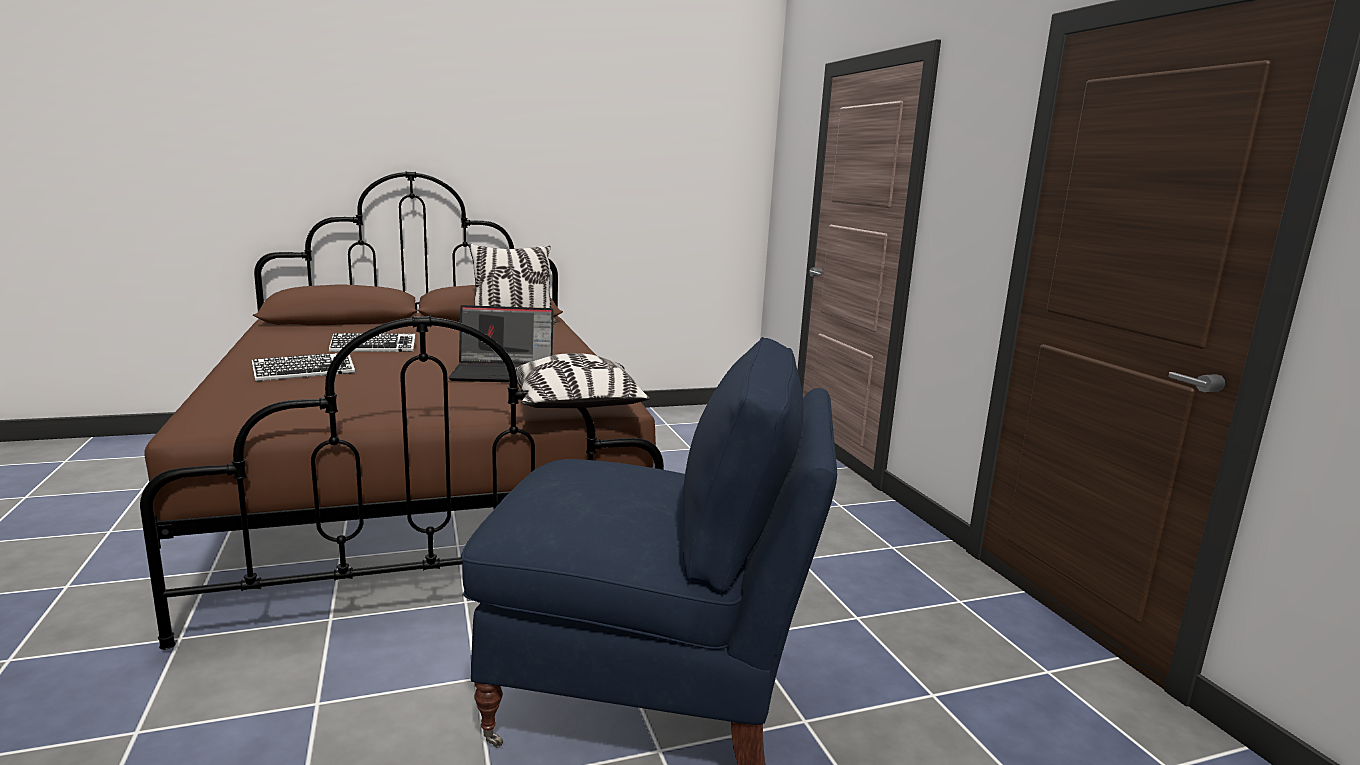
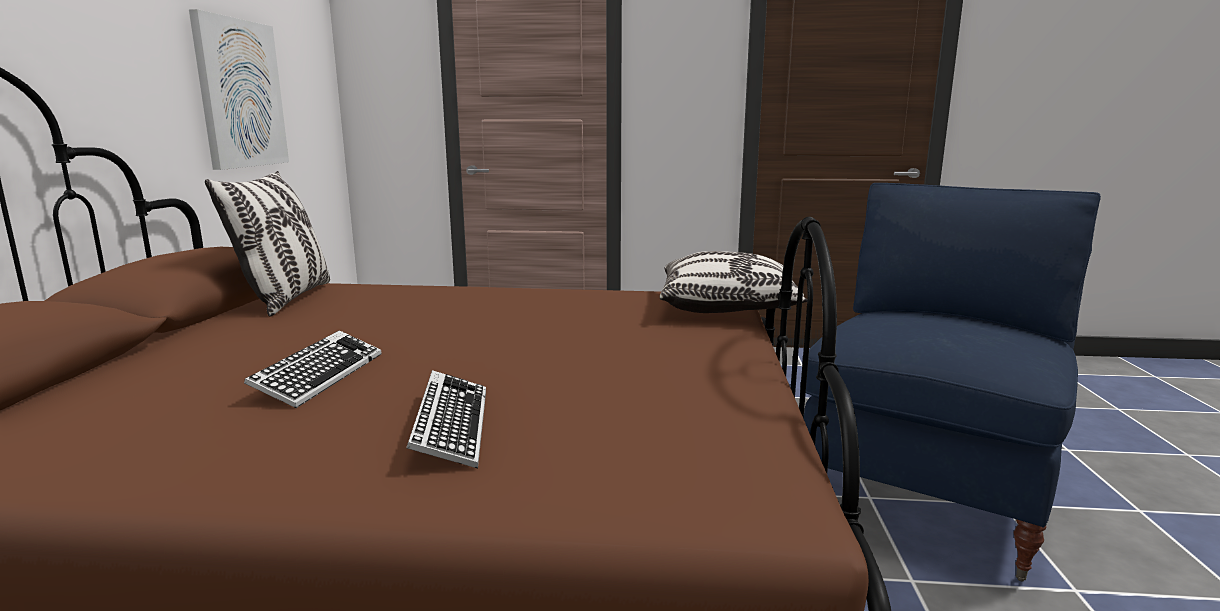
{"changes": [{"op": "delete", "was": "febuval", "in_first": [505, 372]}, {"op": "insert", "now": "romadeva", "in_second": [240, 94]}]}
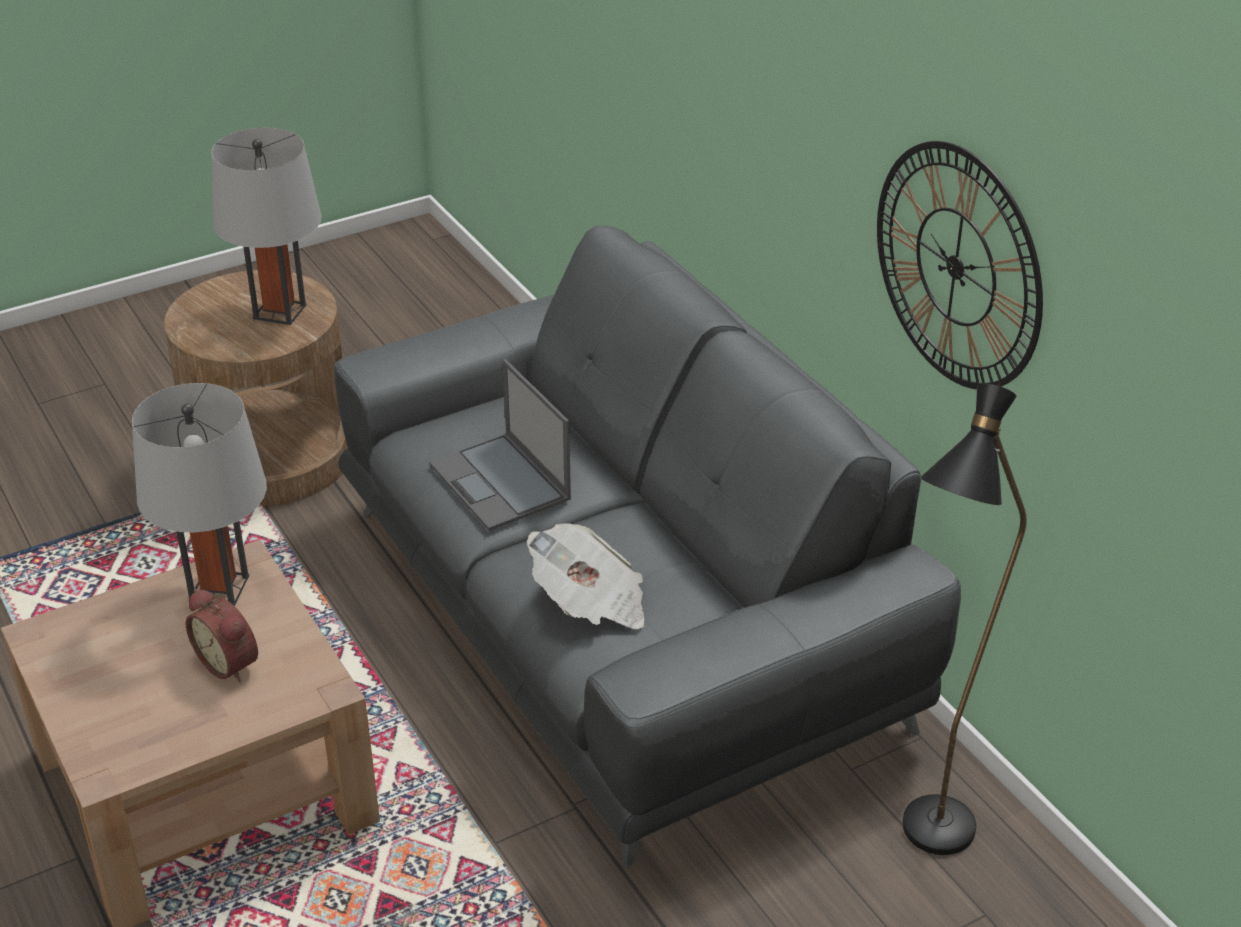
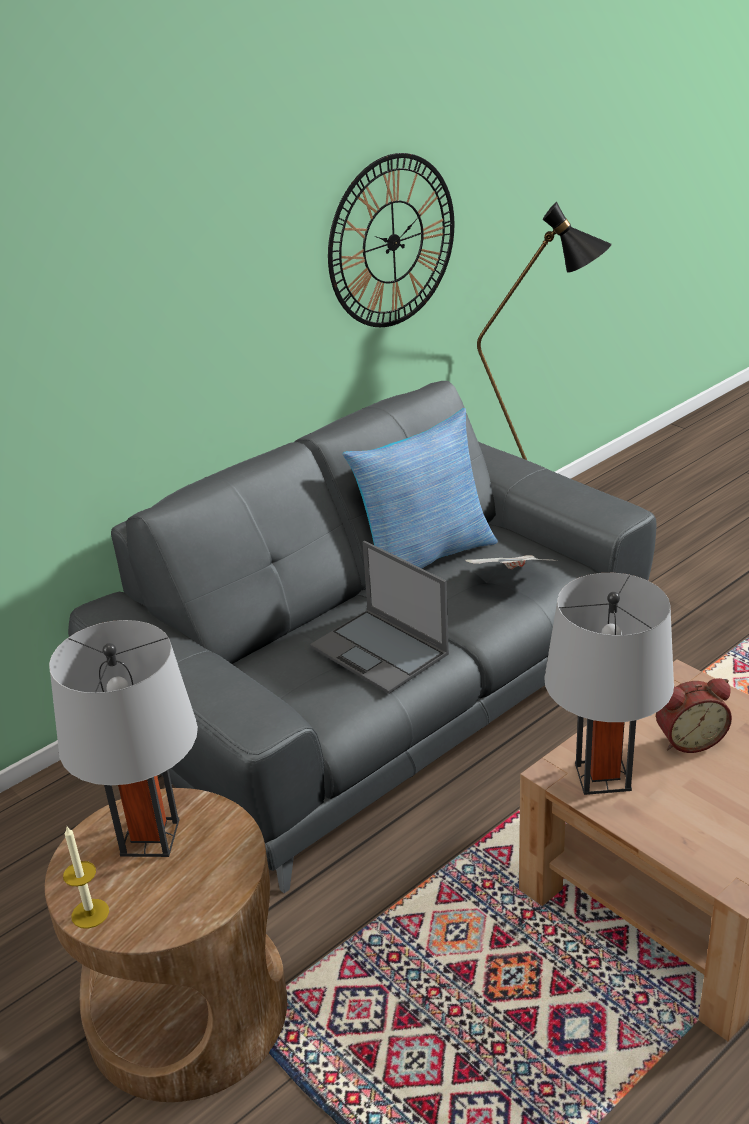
{"changes": [{"op": "rotate", "was": "febuval", "in_first": [501, 483], "in_second": [380, 651], "clockwise": 90}, {"op": "rotate", "was": "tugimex", "in_first": [230, 663], "in_second": [688, 739], "clockwise": 45}, {"op": "insert", "now": "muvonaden", "in_second": [424, 558]}, {"op": "insert", "now": "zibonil", "in_second": [90, 913]}]}
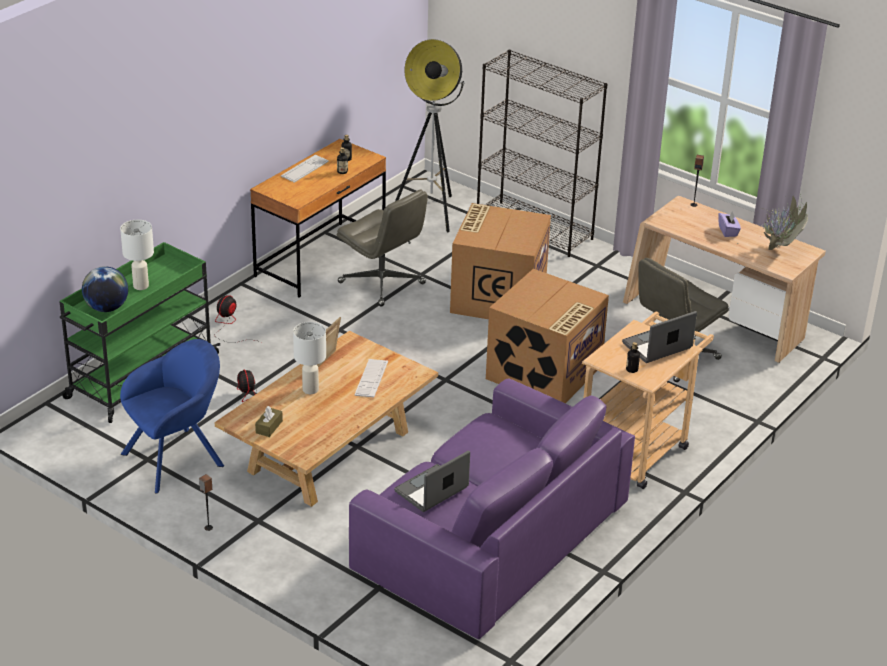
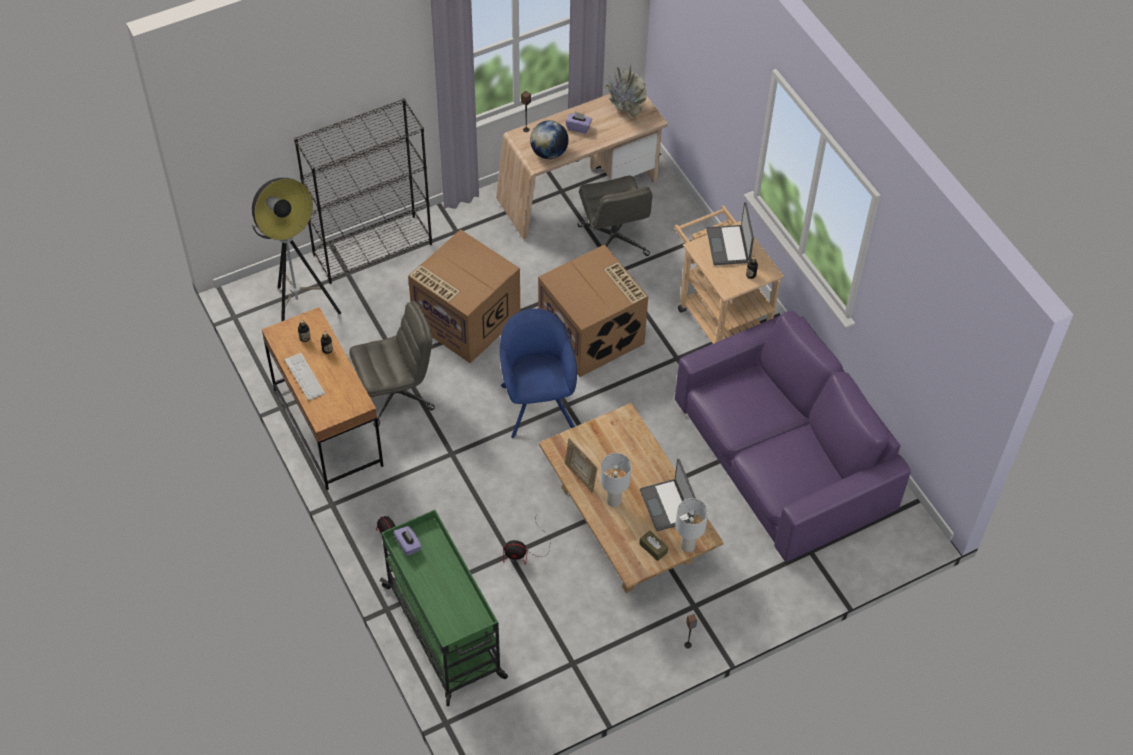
{"changes": [{"op": "move", "was": "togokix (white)", "in_first": [141, 286], "in_second": [688, 545]}, {"op": "move", "was": "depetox", "in_first": [106, 308], "in_second": [549, 153]}, {"op": "move", "was": "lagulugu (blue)", "in_first": [177, 458], "in_second": [537, 402]}, {"op": "delete", "was": "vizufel", "in_first": [371, 378]}, {"op": "move", "was": "febuval", "in_first": [432, 490], "in_second": [667, 505]}, {"op": "insert", "now": "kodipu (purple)", "in_second": [408, 545]}]}
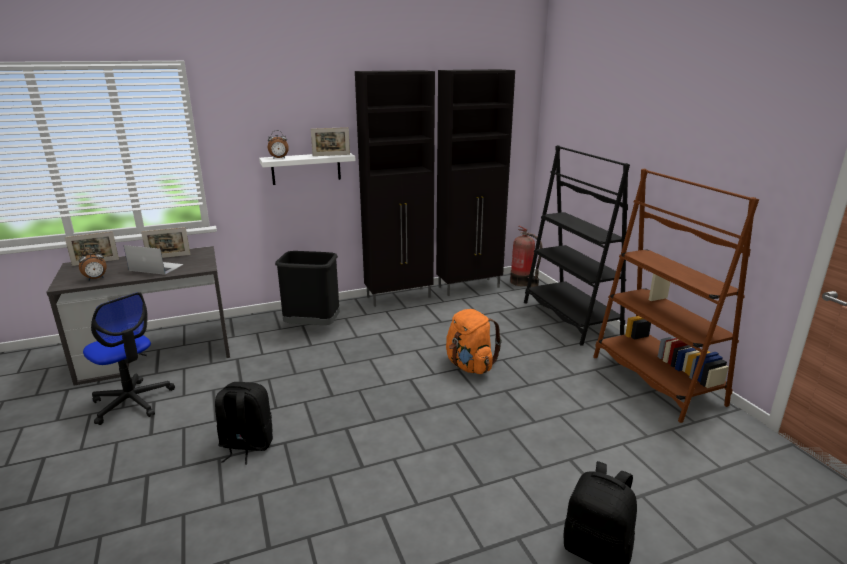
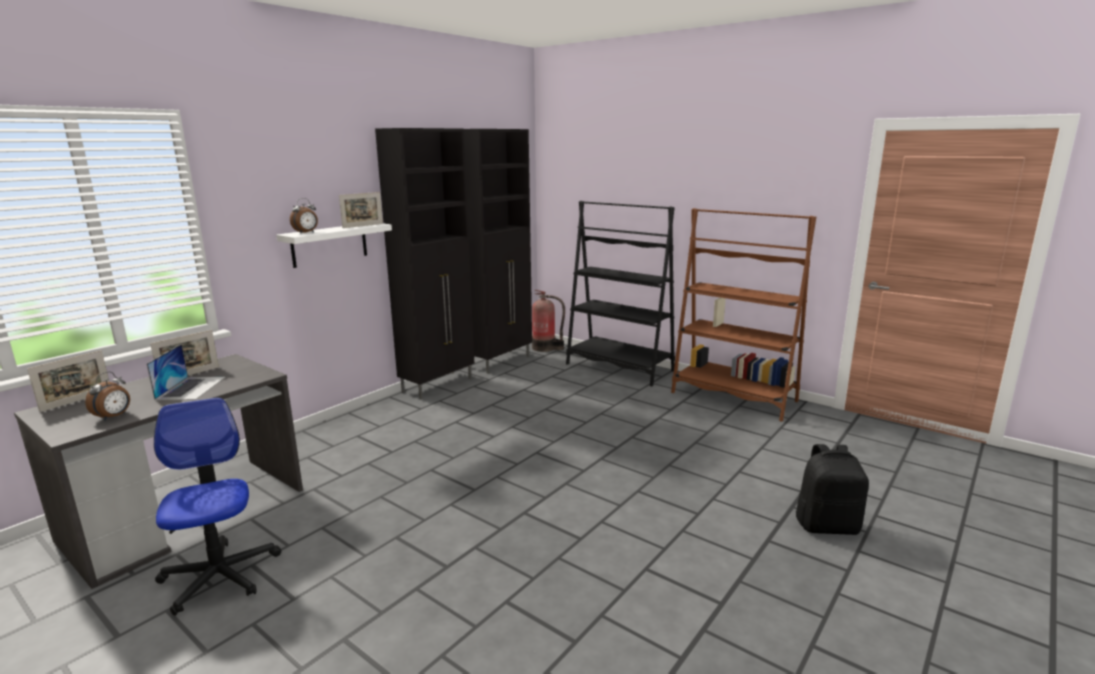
{"changes": [{"op": "rotate", "was": "febuval", "in_first": [156, 267], "in_second": [191, 388], "clockwise": 105}, {"op": "delete", "was": "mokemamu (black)", "in_first": [313, 326]}, {"op": "rotate", "was": "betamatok", "in_first": [132, 402], "in_second": [220, 575], "clockwise": -120}, {"op": "delete", "was": "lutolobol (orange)", "in_first": [469, 366]}, {"op": "delete", "was": "lutolobol (black)", "in_first": [246, 445]}]}
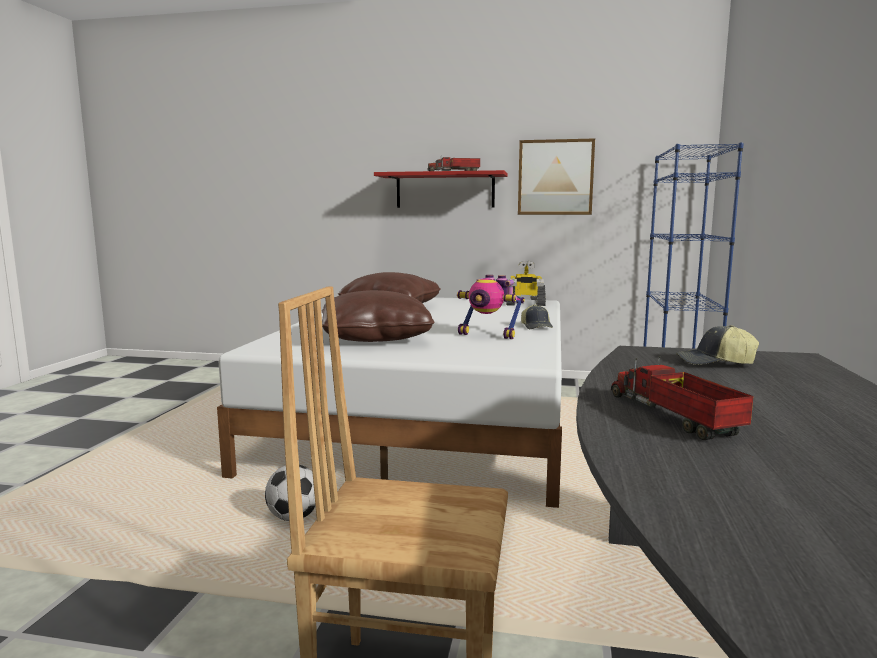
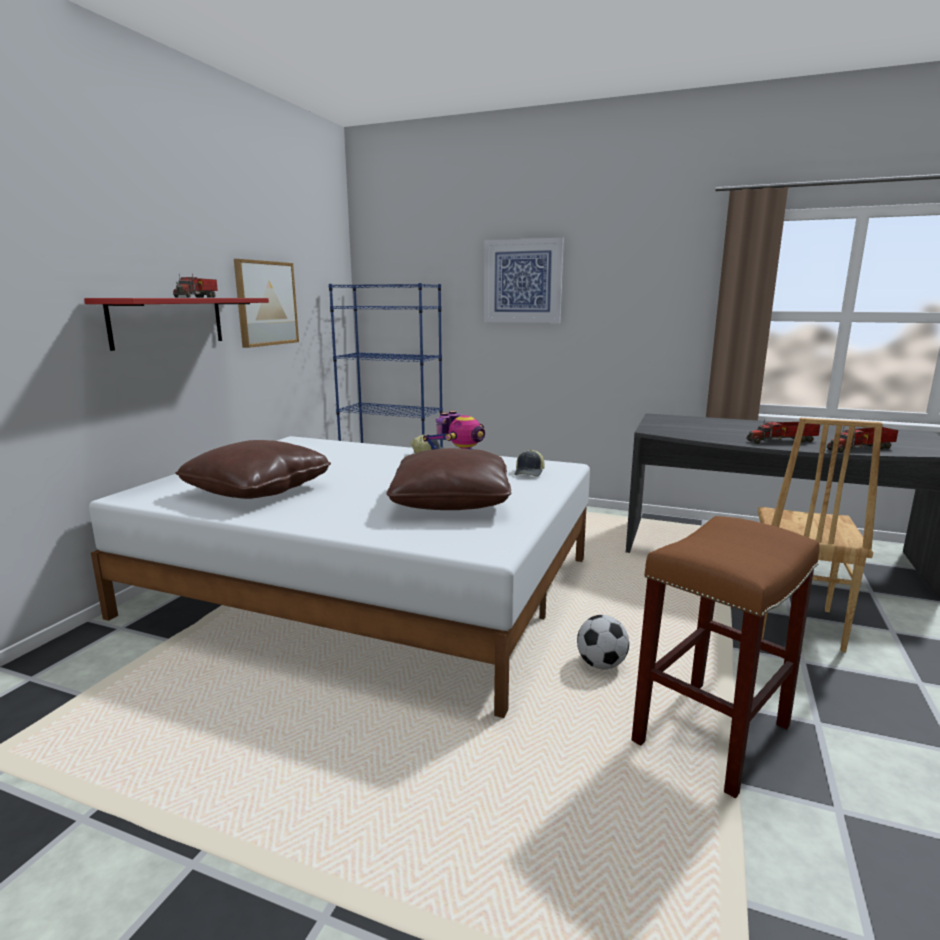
{"changes": [{"op": "delete", "was": "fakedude", "in_first": [525, 304]}, {"op": "move", "was": "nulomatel", "in_first": [715, 363], "in_second": [529, 473]}, {"op": "insert", "now": "romadeva", "in_second": [522, 281]}, {"op": "insert", "now": "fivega", "in_second": [861, 448]}, {"op": "insert", "now": "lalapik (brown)", "in_second": [712, 735]}]}
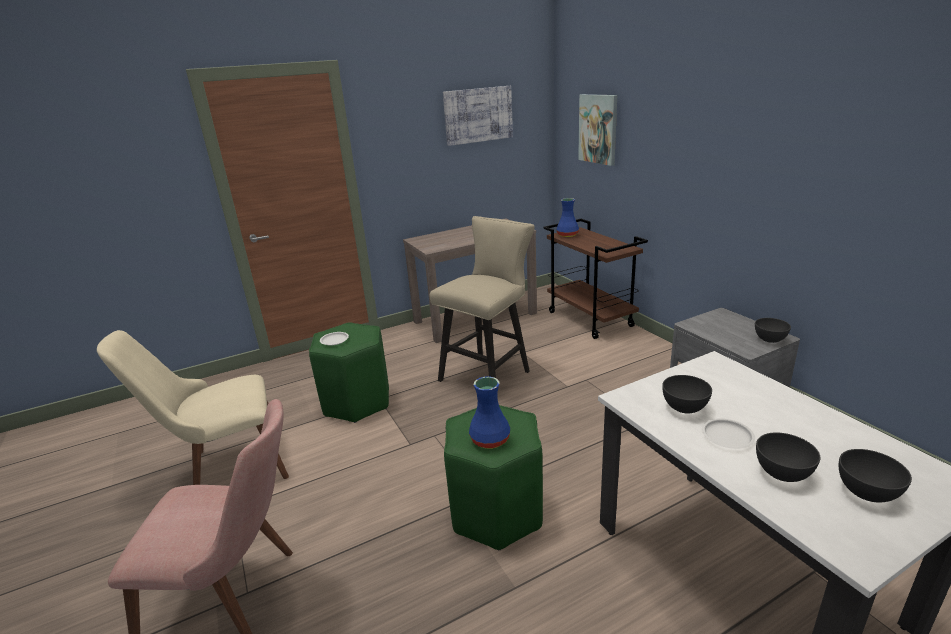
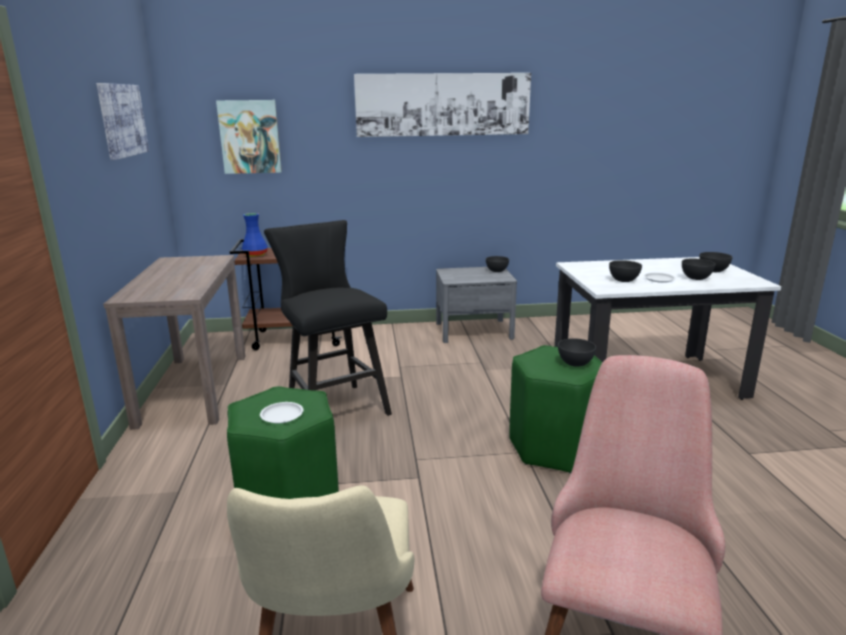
{"changes": [{"op": "recolor", "was": "lalapik (beige)", "now": "lalapik (black)", "in_first": [489, 374], "in_second": [333, 406]}, {"op": "replace", "was": "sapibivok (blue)", "now": "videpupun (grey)", "in_first": [491, 440], "in_second": [575, 363]}, {"op": "insert", "now": "romadeva", "in_second": [443, 104]}]}
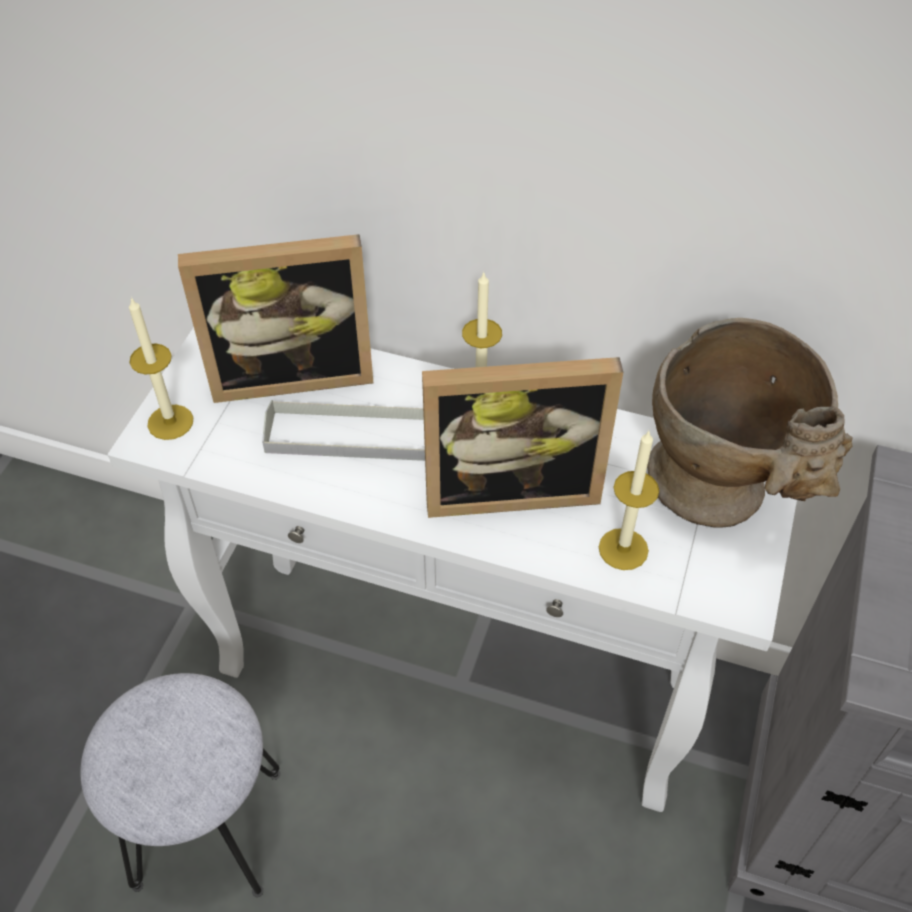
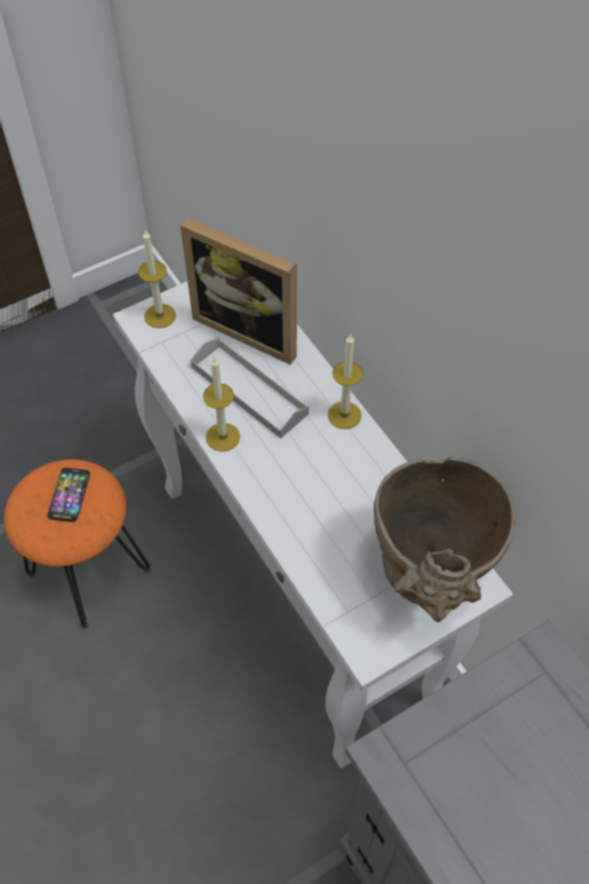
{"changes": [{"op": "delete", "was": "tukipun", "in_first": [510, 487]}, {"op": "move", "was": "zibonil", "in_first": [623, 549], "in_second": [223, 437]}, {"op": "recolor", "was": "lalapik (grey)", "now": "lalapik (orange)", "in_first": [210, 828], "in_second": [89, 572]}, {"op": "insert", "now": "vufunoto", "in_second": [69, 495]}]}
